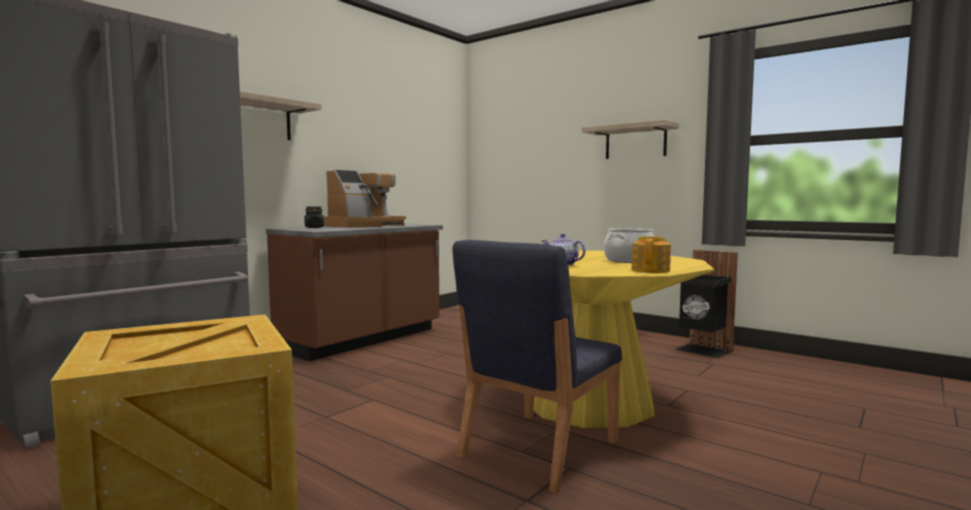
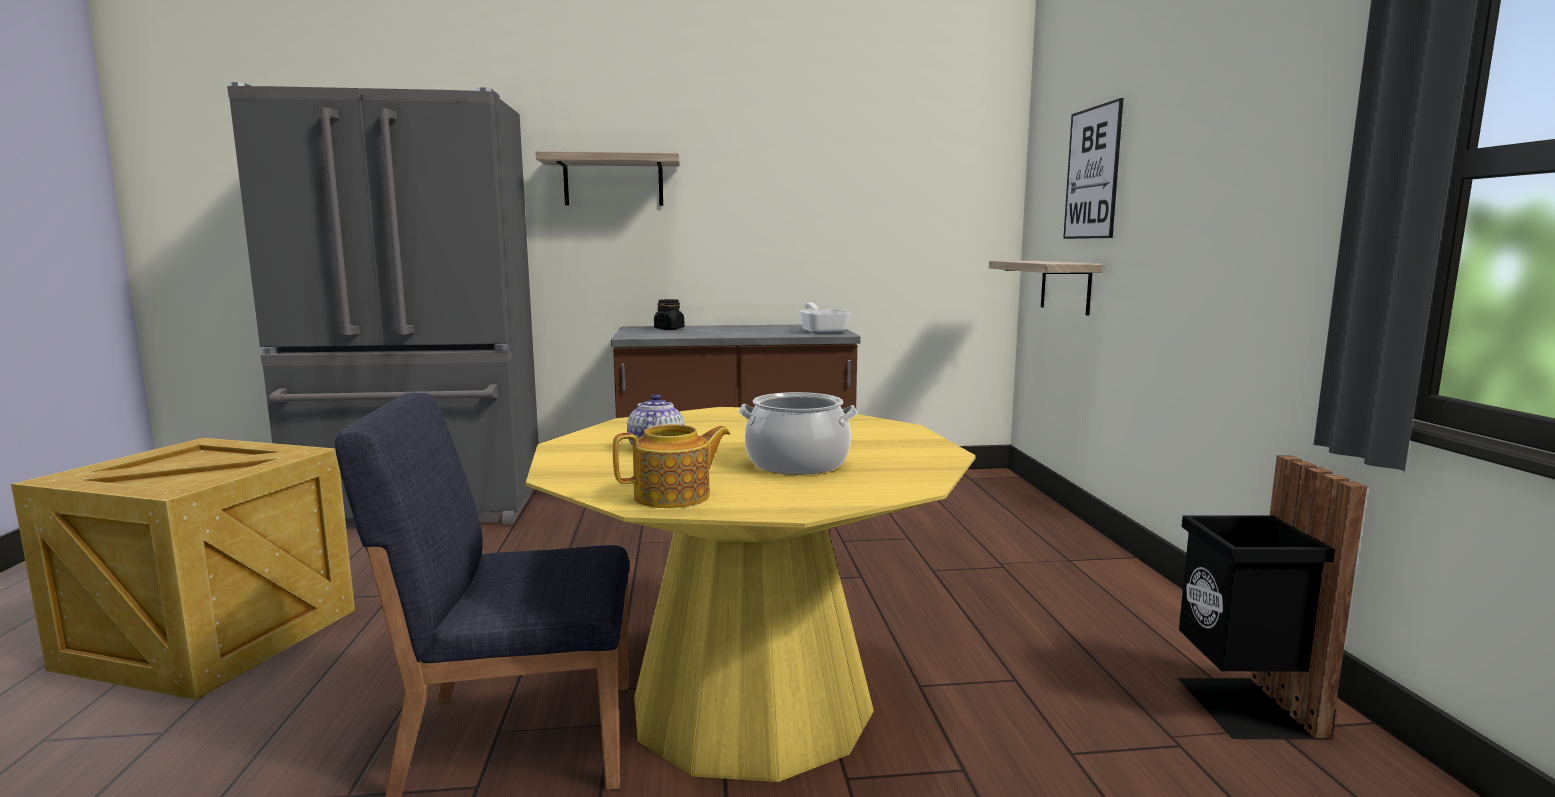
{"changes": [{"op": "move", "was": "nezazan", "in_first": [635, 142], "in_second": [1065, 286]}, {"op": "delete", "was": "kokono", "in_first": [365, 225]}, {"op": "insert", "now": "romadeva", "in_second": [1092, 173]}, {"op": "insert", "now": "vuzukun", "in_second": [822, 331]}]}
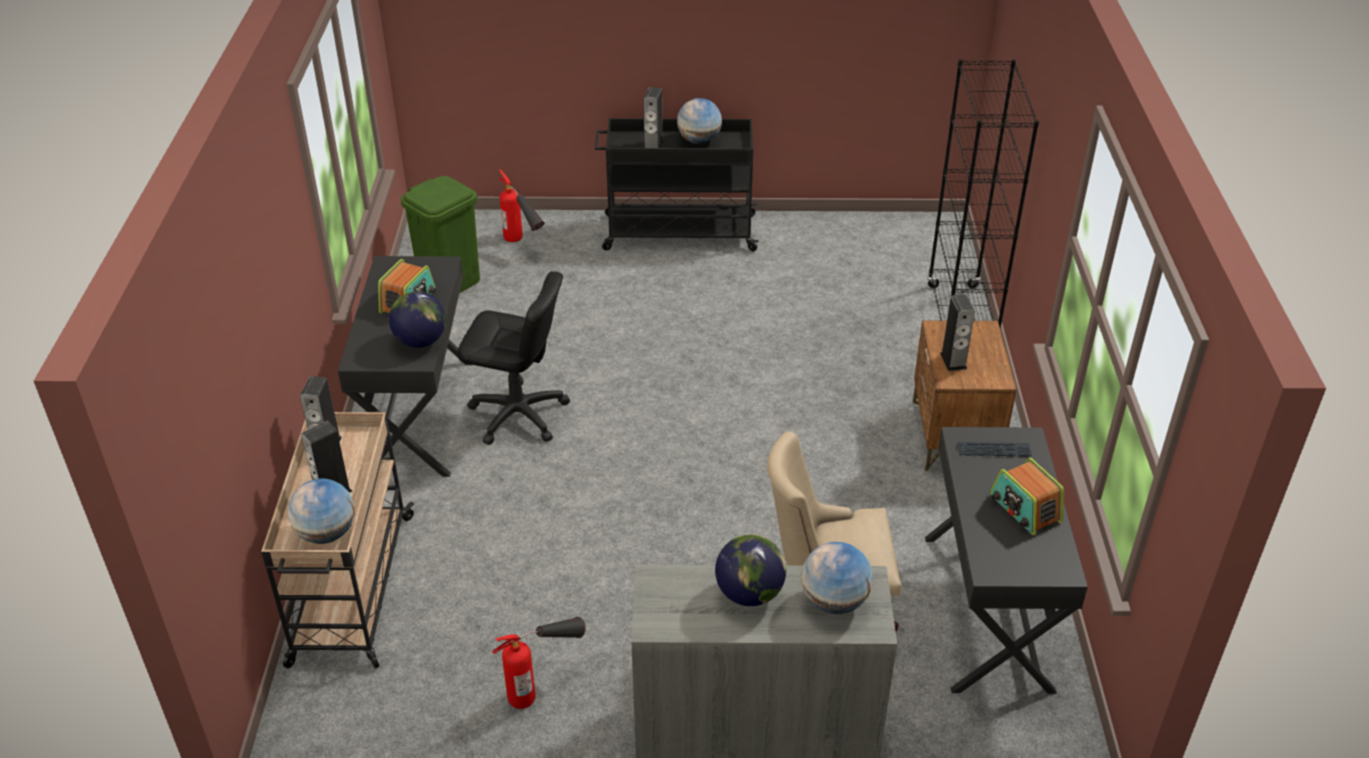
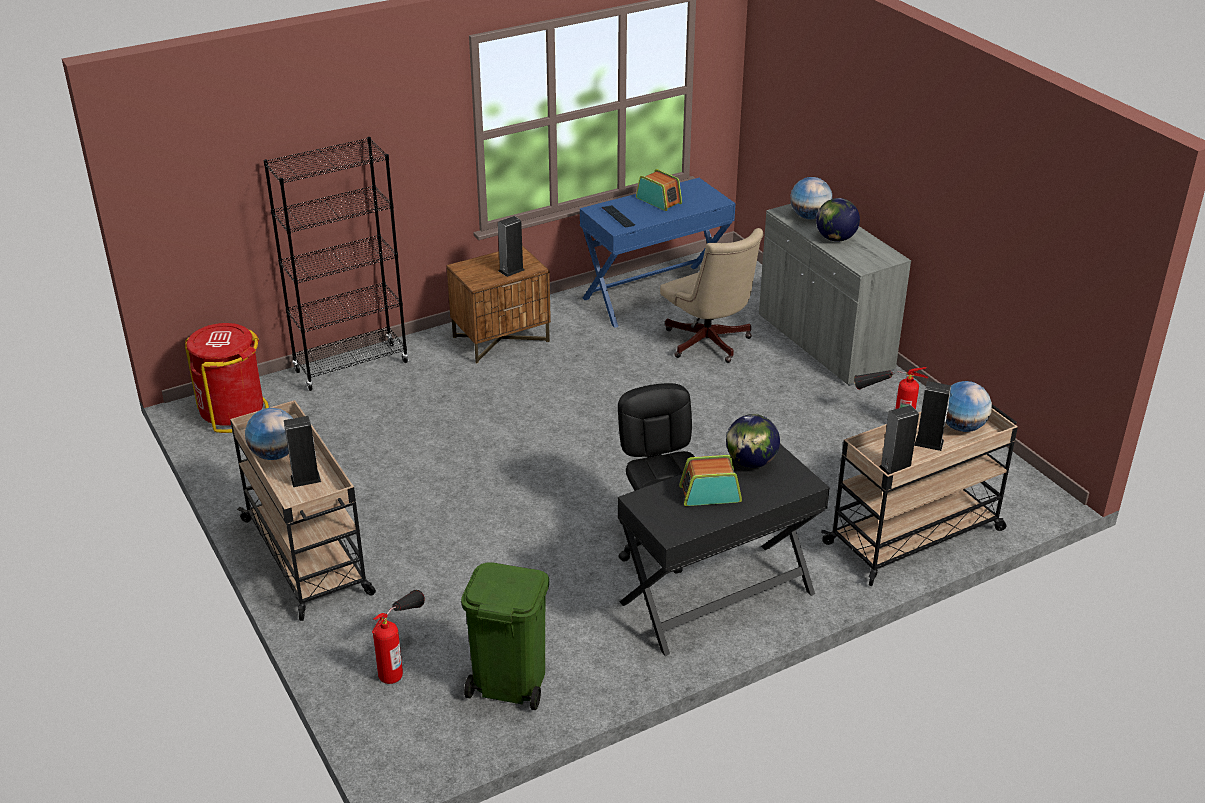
{"changes": [{"op": "recolor", "was": "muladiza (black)", "now": "muladiza (beige)", "in_first": [677, 233], "in_second": [307, 558]}, {"op": "recolor", "was": "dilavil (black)", "now": "dilavil (blue)", "in_first": [988, 611], "in_second": [655, 295]}, {"op": "rotate", "was": "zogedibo", "in_first": [1024, 509], "in_second": [659, 200], "clockwise": -75}, {"op": "insert", "now": "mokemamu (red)", "in_second": [233, 412]}]}
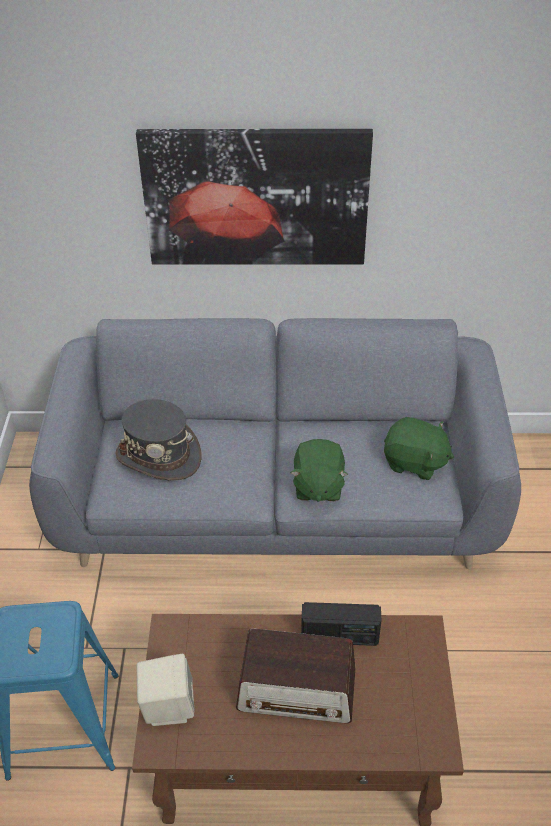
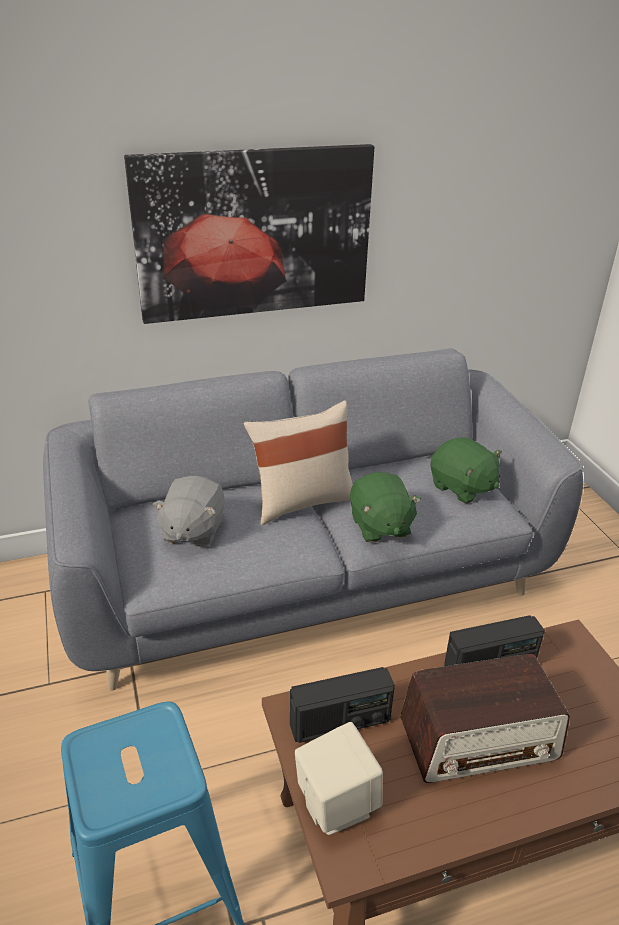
{"changes": [{"op": "replace", "was": "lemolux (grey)", "now": "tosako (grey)", "in_first": [159, 456], "in_second": [193, 531]}, {"op": "rotate", "was": "tosako (green)", "in_first": [414, 462], "in_second": [462, 487], "clockwise": 45}, {"op": "insert", "now": "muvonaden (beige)", "in_second": [301, 501]}, {"op": "insert", "now": "zogedibo", "in_second": [340, 722]}]}
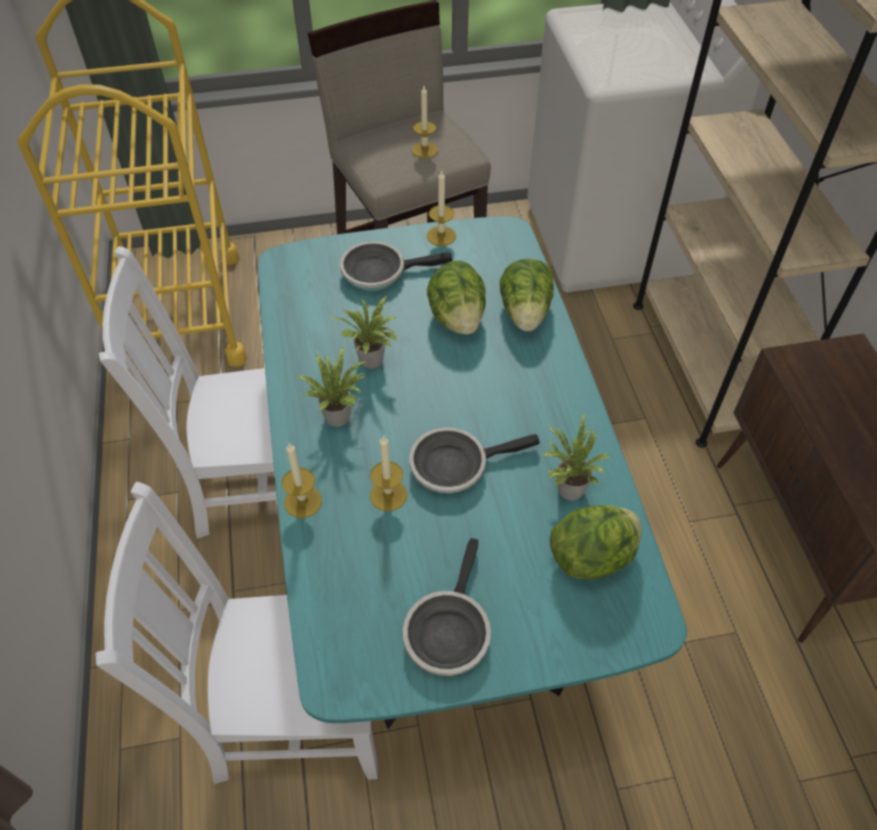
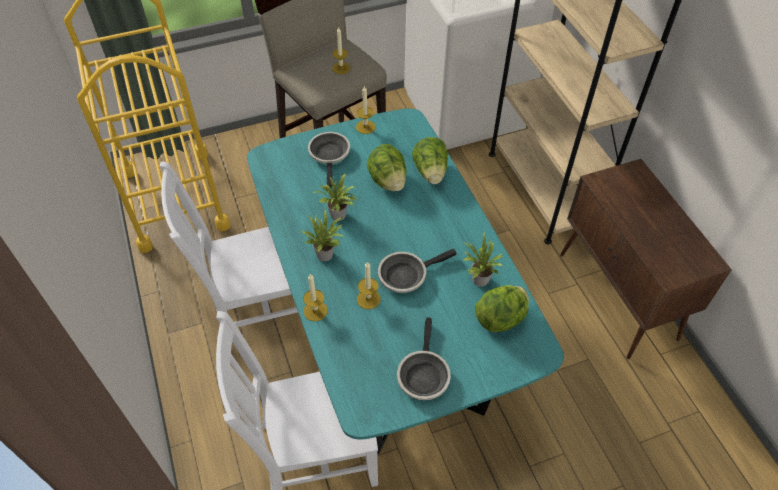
{"changes": [{"op": "rotate", "was": "vuzukun", "in_first": [379, 272], "in_second": [330, 156], "clockwise": 105}]}
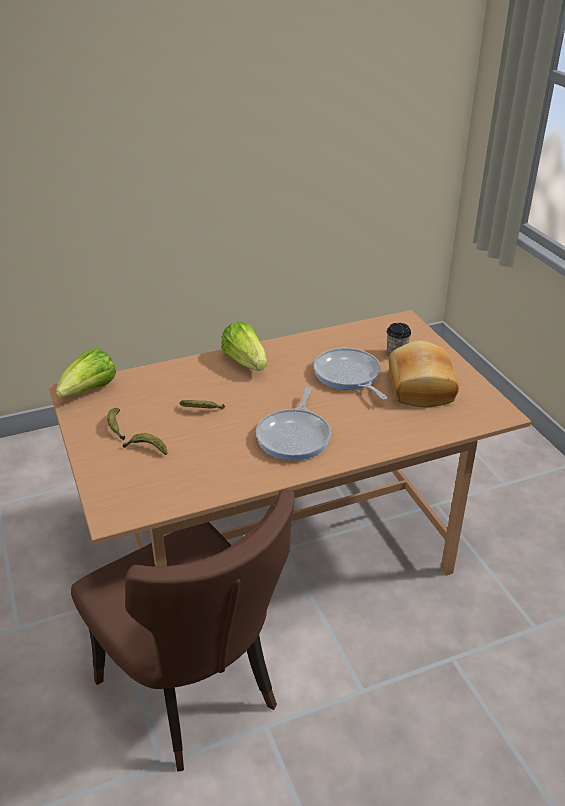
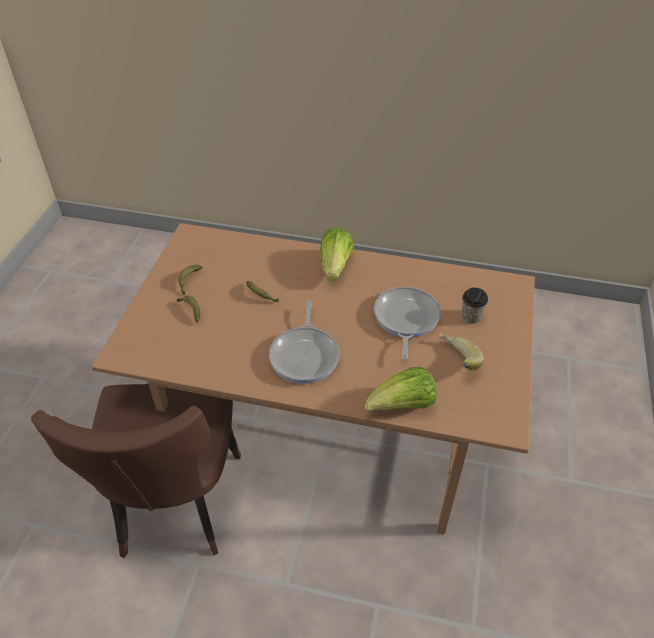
{"changes": [{"op": "replace", "was": "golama", "now": "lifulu", "in_first": [419, 388], "in_second": [455, 361]}, {"op": "move", "was": "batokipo", "in_first": [89, 391], "in_second": [402, 406]}, {"op": "rotate", "was": "vuzukun", "in_first": [295, 436], "in_second": [305, 355], "clockwise": -45}]}
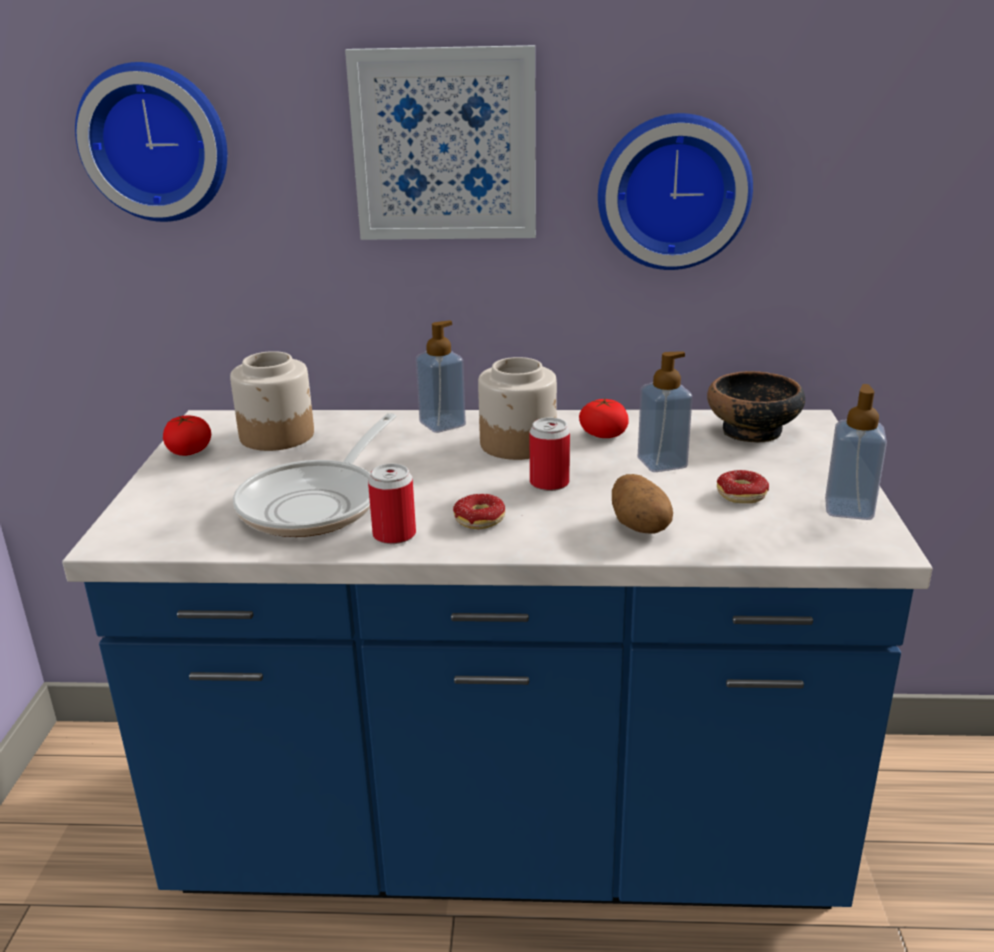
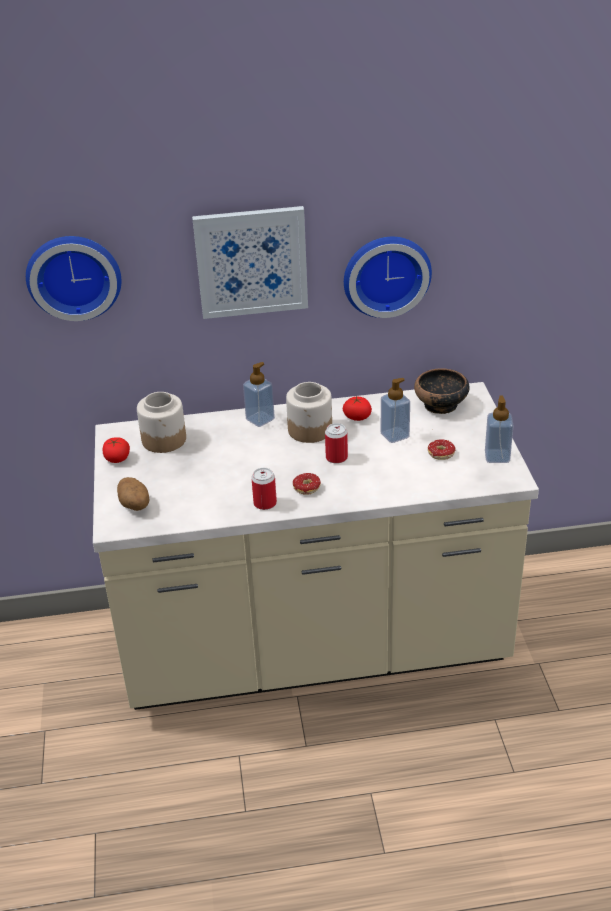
{"changes": [{"op": "recolor", "was": "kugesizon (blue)", "now": "kugesizon (beige)", "in_first": [505, 832], "in_second": [314, 646]}, {"op": "delete", "was": "vuzukun", "in_first": [317, 503]}, {"op": "move", "was": "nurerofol", "in_first": [641, 527], "in_second": [135, 505]}]}
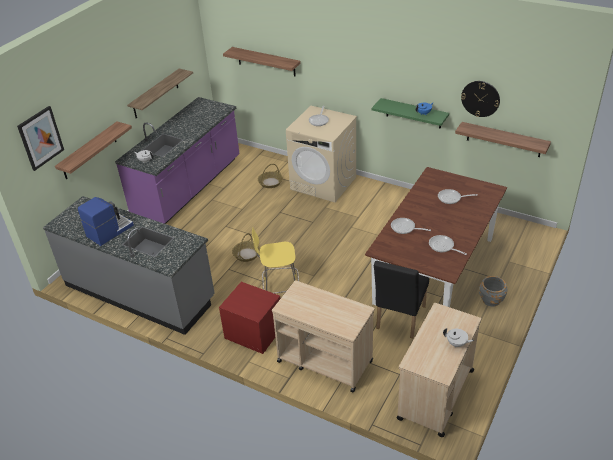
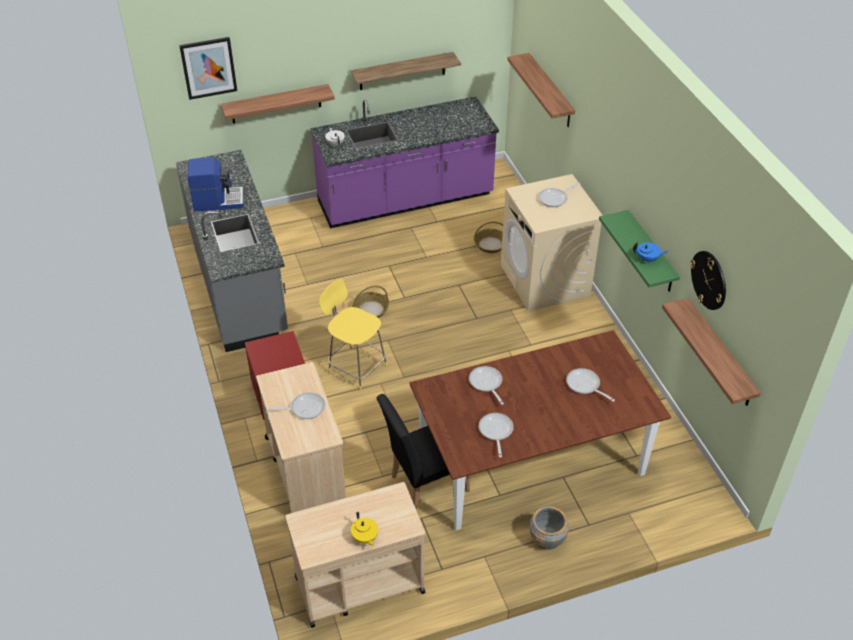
{"changes": [{"op": "recolor", "was": "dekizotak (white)", "now": "dekizotak (yellow)", "in_first": [456, 344], "in_second": [365, 538]}, {"op": "insert", "now": "vuzukun", "in_second": [304, 408]}]}
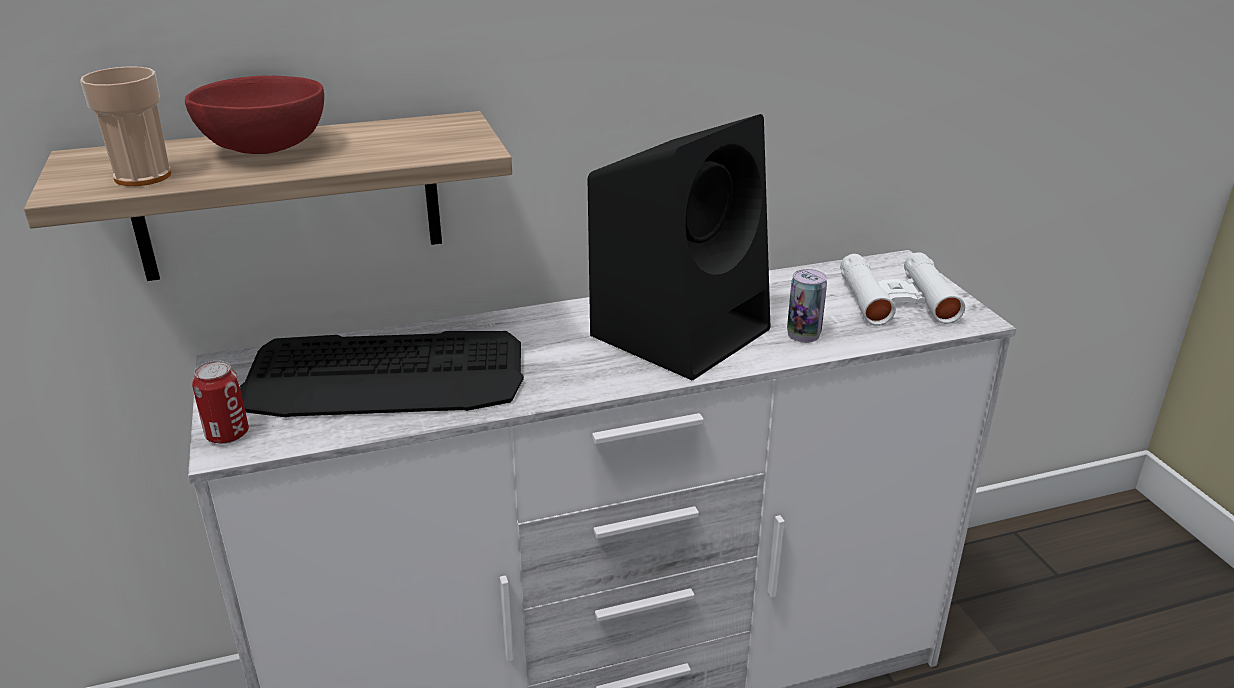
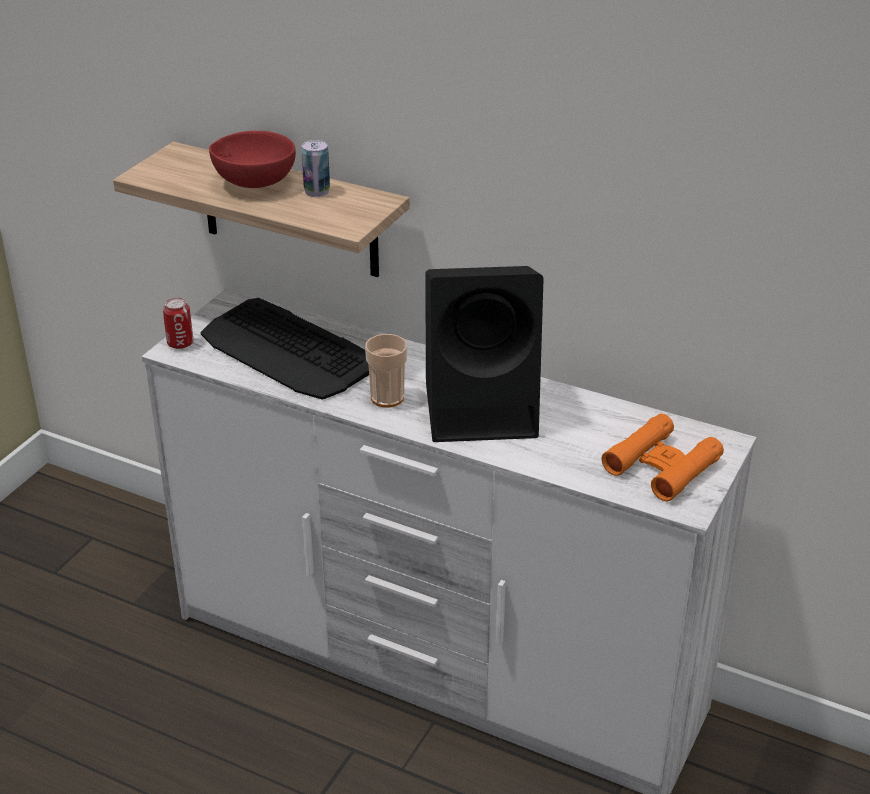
{"changes": [{"op": "move", "was": "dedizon", "in_first": [143, 176], "in_second": [387, 398]}, {"op": "recolor", "was": "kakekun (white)", "now": "kakekun (orange)", "in_first": [896, 300], "in_second": [662, 466]}, {"op": "move", "was": "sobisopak", "in_first": [803, 334], "in_second": [317, 191]}]}
